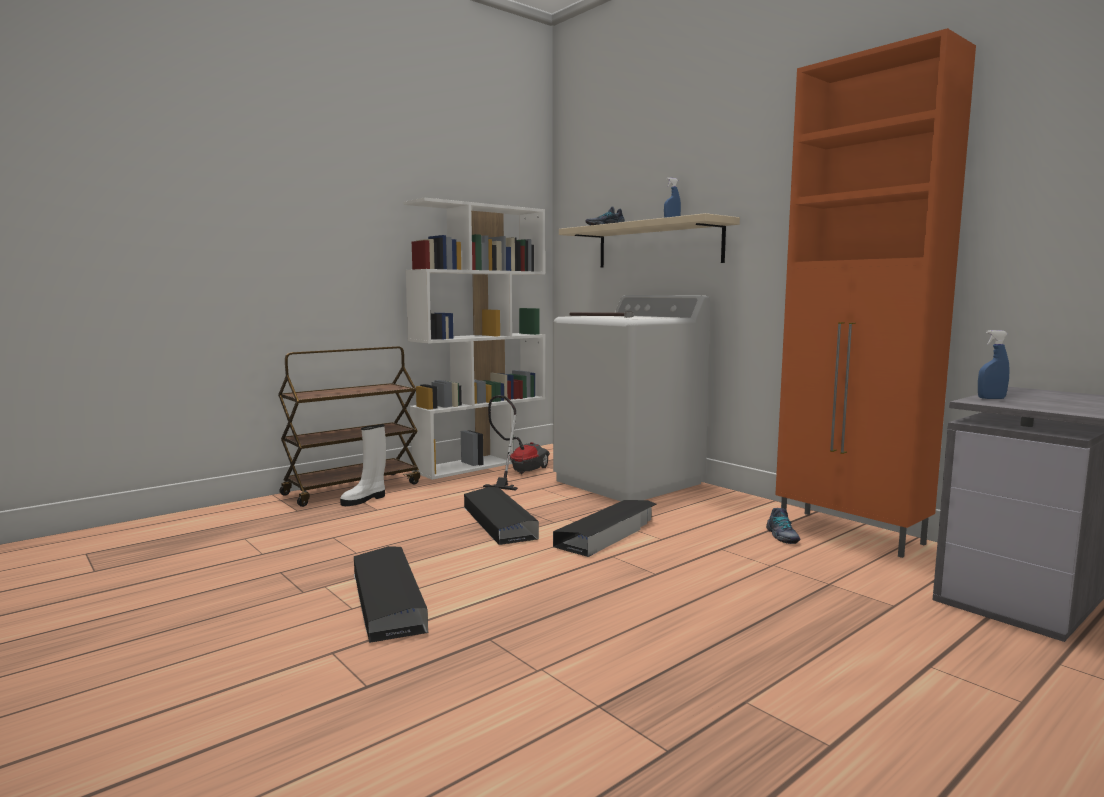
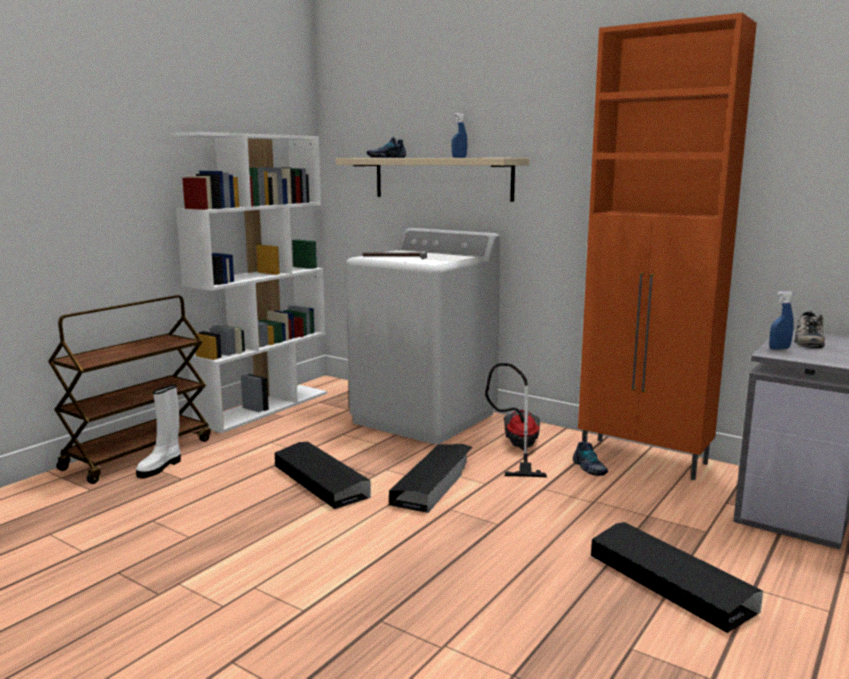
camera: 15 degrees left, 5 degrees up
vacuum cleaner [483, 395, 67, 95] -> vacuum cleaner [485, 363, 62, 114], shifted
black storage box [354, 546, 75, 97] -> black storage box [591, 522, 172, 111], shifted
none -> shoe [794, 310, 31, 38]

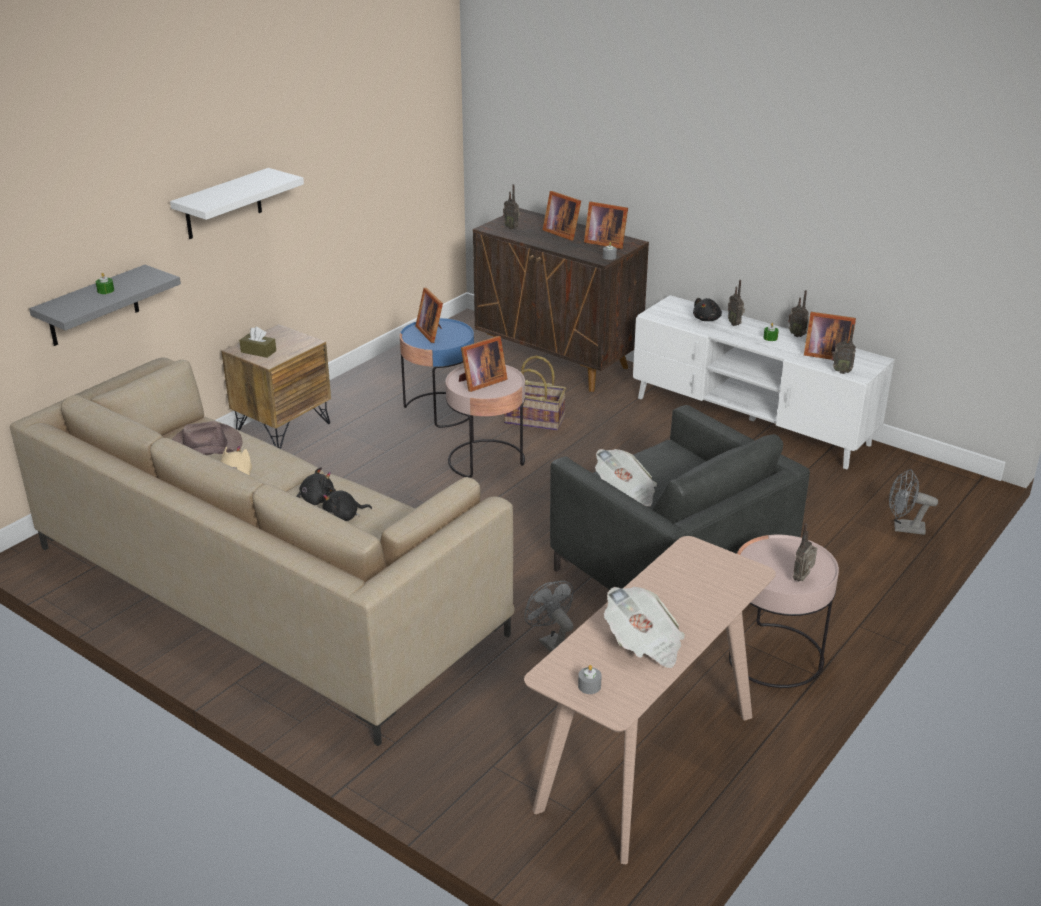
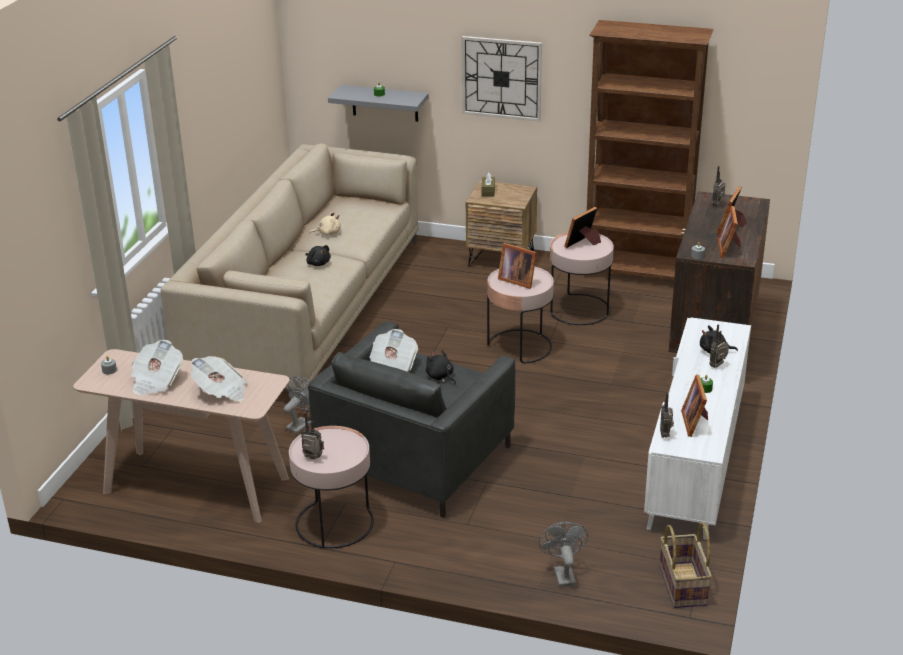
camera: 70 degrees right, 0 degrees up
white shelf [170, 168, 134, 71] -> wall clock [461, 36, 81, 86]
radio [788, 290, 21, 47] -> none
blue side table [400, 318, 74, 110] -> pink side table [550, 232, 64, 93]
basket [504, 355, 62, 76] -> basket [659, 522, 53, 86], shifted
brown hat [172, 421, 70, 34] -> none
black plush toy [323, 486, 49, 35] -> black plush toy [426, 350, 30, 34], shifted
none -> brown bookcase [584, 20, 130, 260]
none -> newspaper [191, 356, 56, 46]

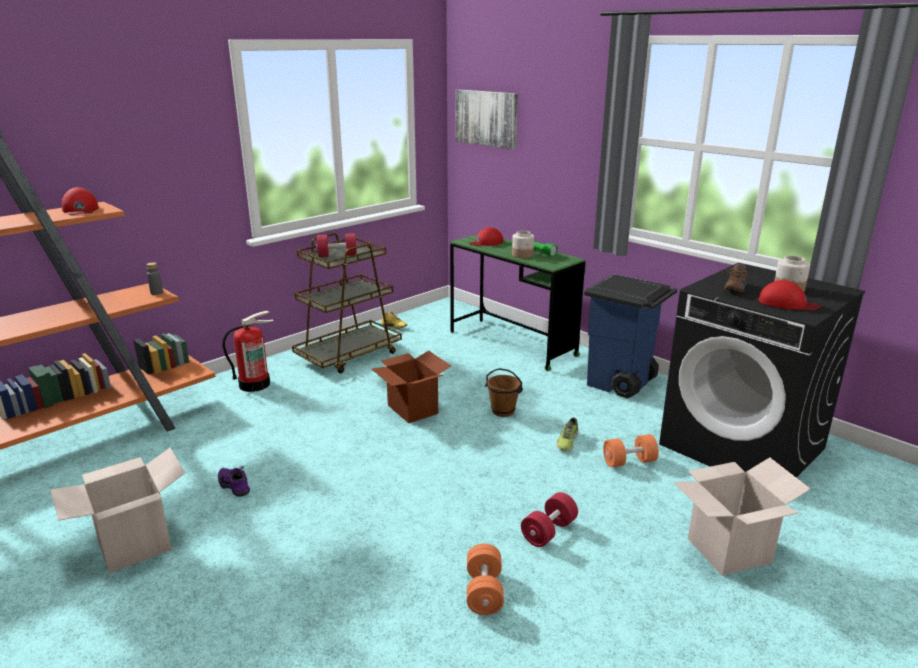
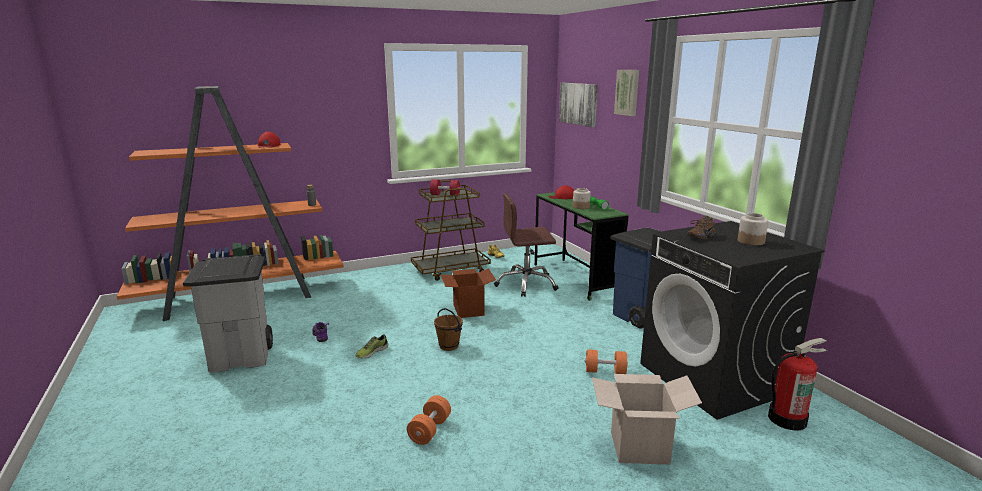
camera: 20 degrees right, 5 degrees down
red cap [759, 280, 61, 30] -> none
fire extinguisher [222, 311, 52, 81] -> fire extinguisher [768, 338, 59, 92], shifted
brown bucket [485, 368, 38, 49] -> brown bucket [434, 308, 29, 43], shifted
shoe [556, 418, 22, 33] -> shoe [356, 335, 32, 23], shifted
cardboard box [50, 447, 135, 127] -> grey trash can [183, 254, 90, 118]
red dumbbell [521, 492, 57, 55] -> none
none -> picture [614, 70, 25, 46]
none -> brown office chair [494, 193, 65, 104]

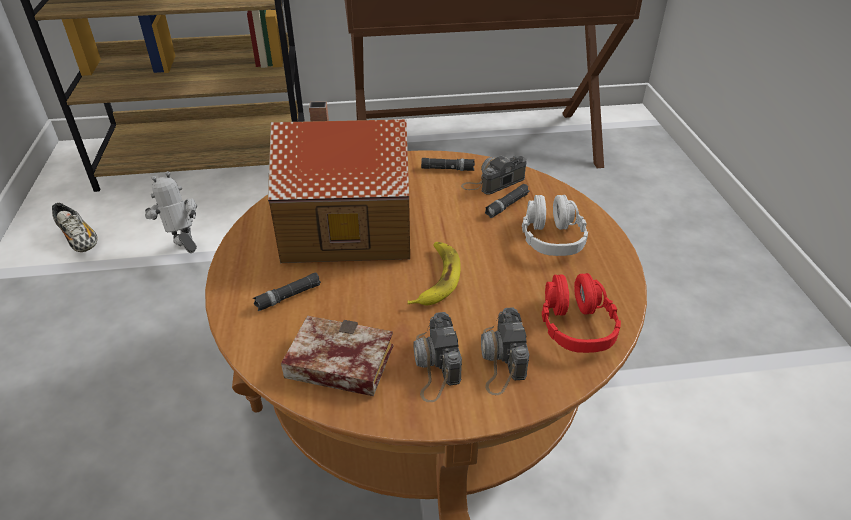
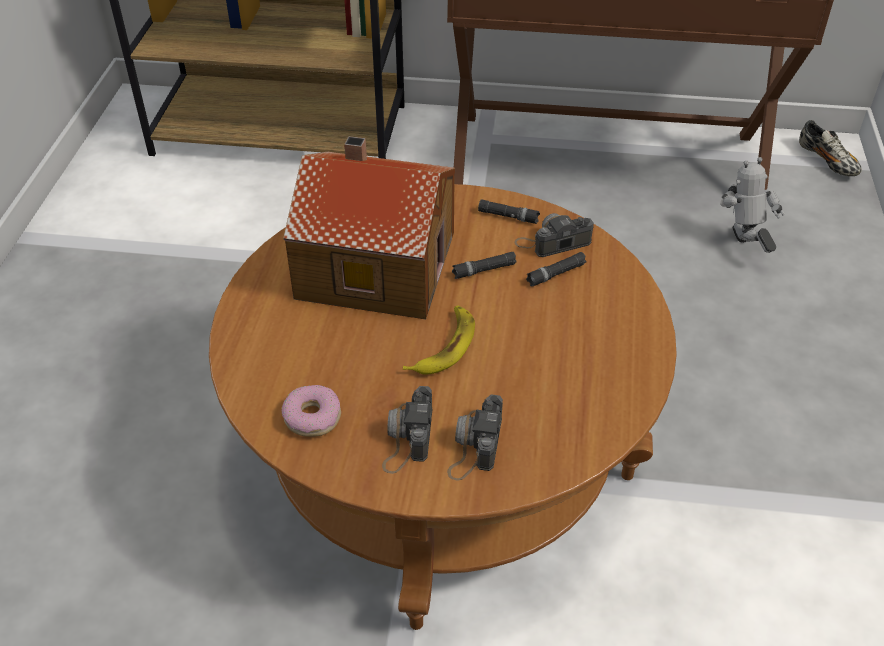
camera: 15 degrees right, 5 degrees up
toy robot [145, 171, 52, 82] -> toy robot [720, 157, 64, 96], shifted
grey headphones [522, 195, 66, 61] -> none
shoe [52, 203, 46, 49] -> shoe [799, 120, 63, 56], shifted
black flashlight [253, 272, 68, 39] -> black flashlight [452, 252, 65, 27], shifted
red headphones [542, 273, 79, 80] -> none
book [281, 316, 112, 80] -> donut [282, 385, 59, 52]

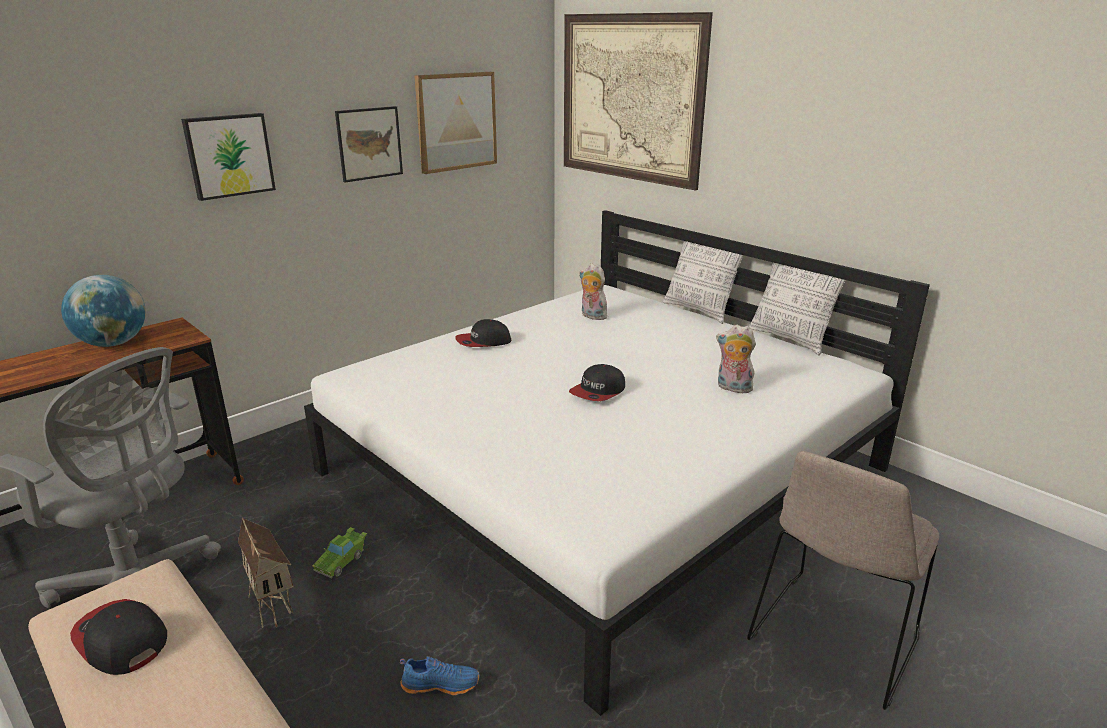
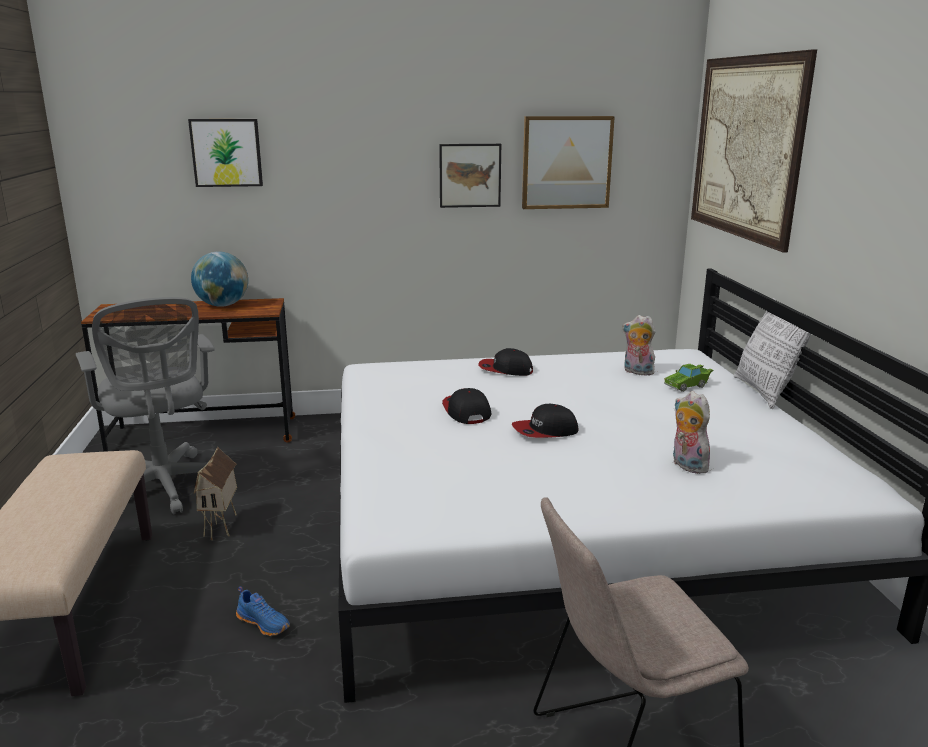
camera: 35 degrees right, 5 degrees down
picture [181, 113, 95, 88] -> picture [188, 119, 75, 68], shifted
pillow [749, 250, 97, 106] -> none
plush toy [579, 263, 31, 57] -> plush toy [622, 315, 34, 61], 45 degrees counterclockwise
green toy car [312, 527, 55, 51] -> green toy car [664, 364, 49, 28], shifted
cap [70, 599, 97, 76] -> cap [442, 388, 49, 36], shifted

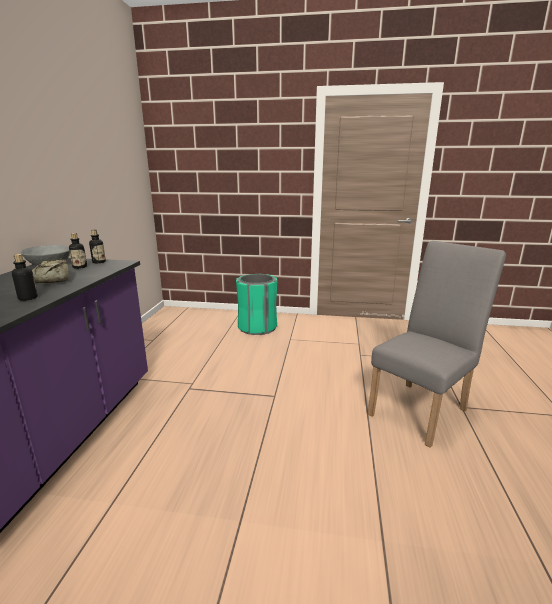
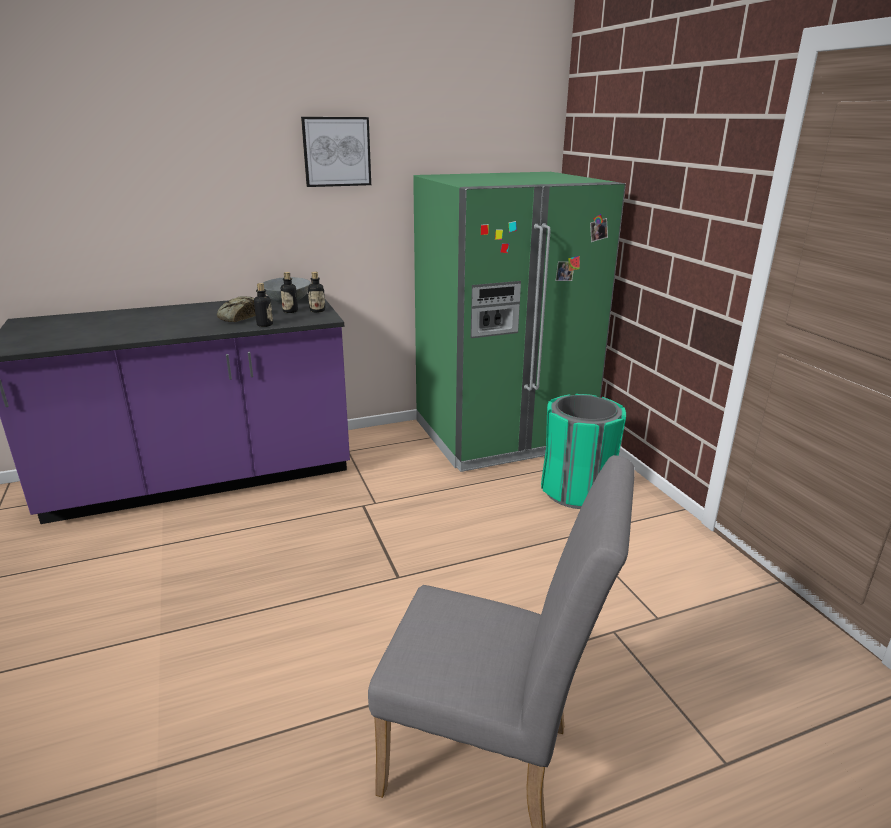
camera: 60 degrees right, 5 degrees up
bottle [12, 254, 26, 47] -> bottle [254, 283, 19, 44], shifted
none -> picture [301, 117, 70, 70]
none -> green fridge [413, 172, 213, 300]

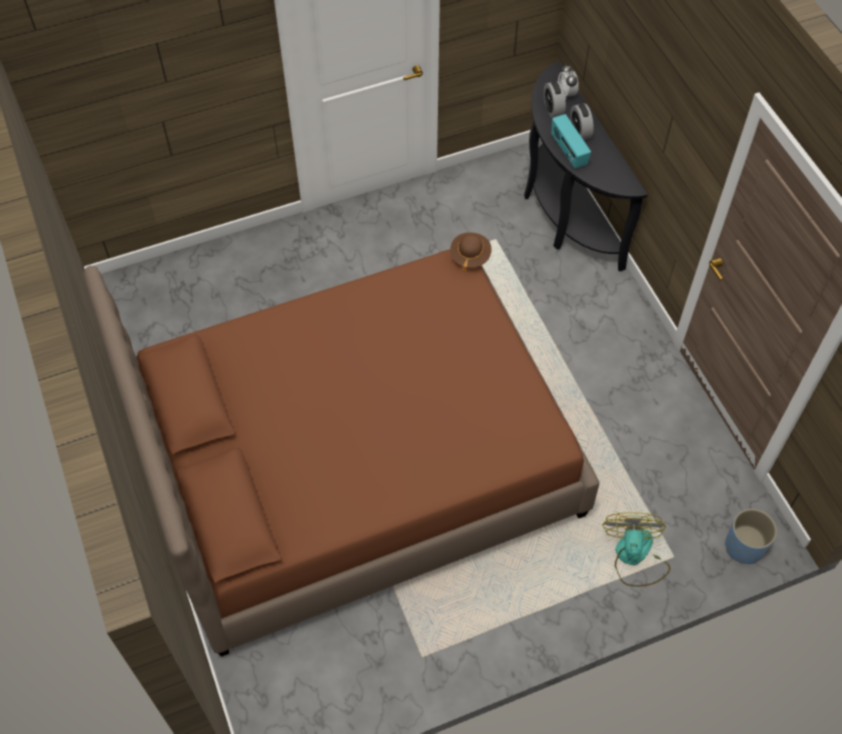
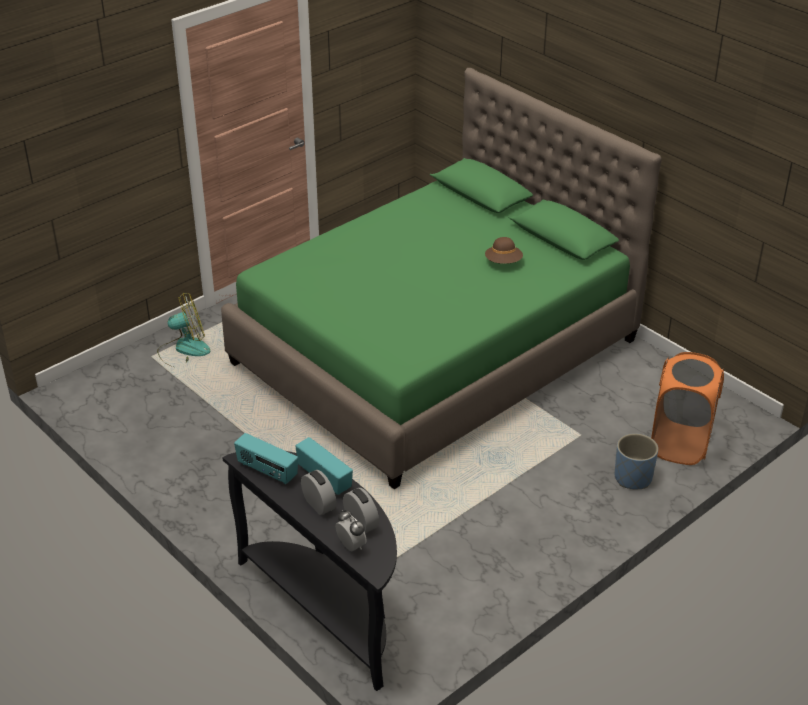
camera: 160 degrees right, 20 degrees down
brown hat [450, 232, 42, 40] -> brown hat [485, 237, 38, 27], shifted
brown bed [84, 249, 515, 408] -> green bed [221, 68, 440, 421]
blue planter [725, 509, 52, 55] -> blue planter [615, 433, 43, 56], shifted
fan [602, 512, 68, 75] -> fan [157, 293, 53, 74], 90 degrees counterclockwise
none -> orange laundry basket [651, 352, 73, 113]
none -> radio [234, 433, 64, 52]

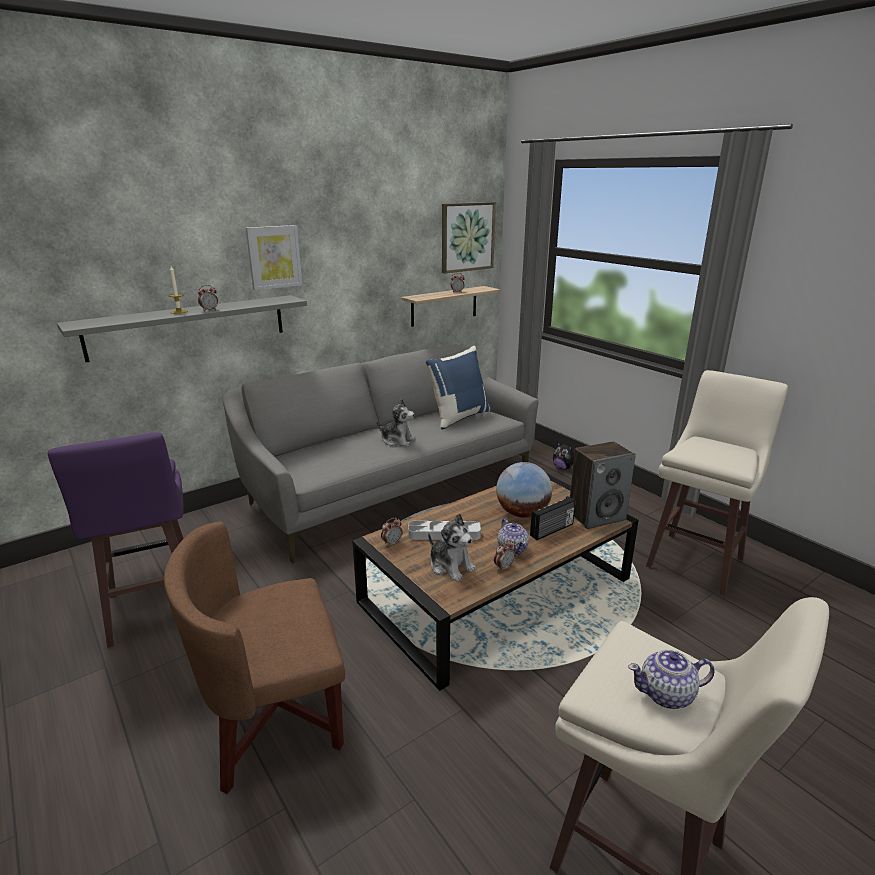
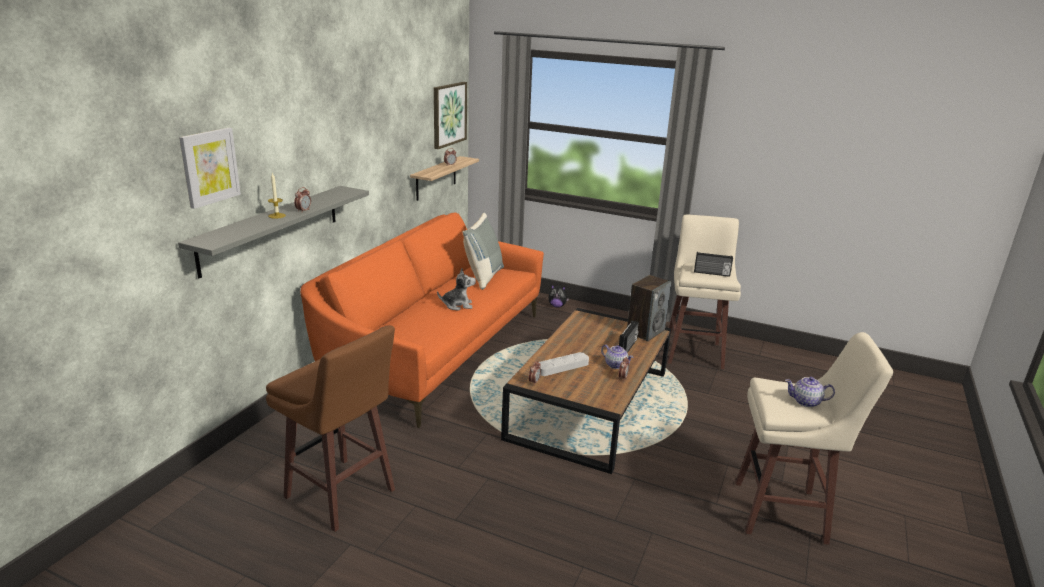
camera: 30 degrees left, 0 degrees up
picture [246, 225, 56, 65] -> picture [179, 128, 62, 81], shifted
grey sofa [223, 344, 315, 220] -> orange sofa [300, 212, 244, 216]
blue pillow [425, 346, 67, 84] -> grey pillow [462, 213, 42, 77]
purple stool [48, 433, 136, 215] -> brown stool [266, 325, 129, 207]
globe [496, 462, 56, 56] -> none
plush toy [428, 514, 48, 67] -> none
brown armchair [164, 522, 181, 272] -> none
teapot [628, 649, 87, 60] -> teapot [785, 377, 50, 30], 45 degrees clockwise
none -> radio [694, 252, 39, 25]

